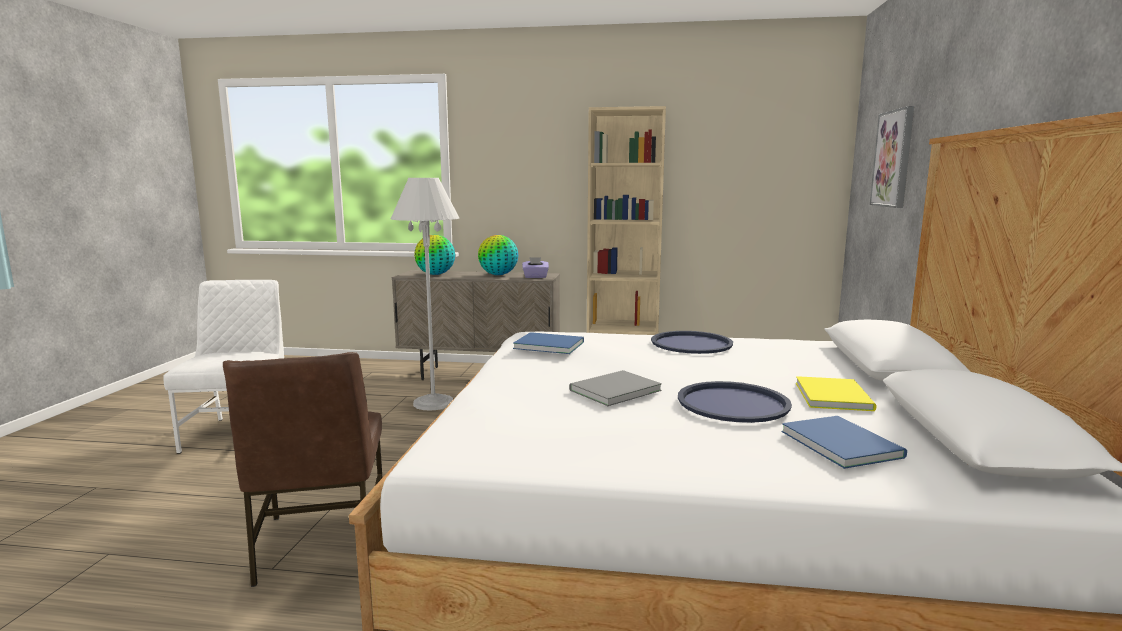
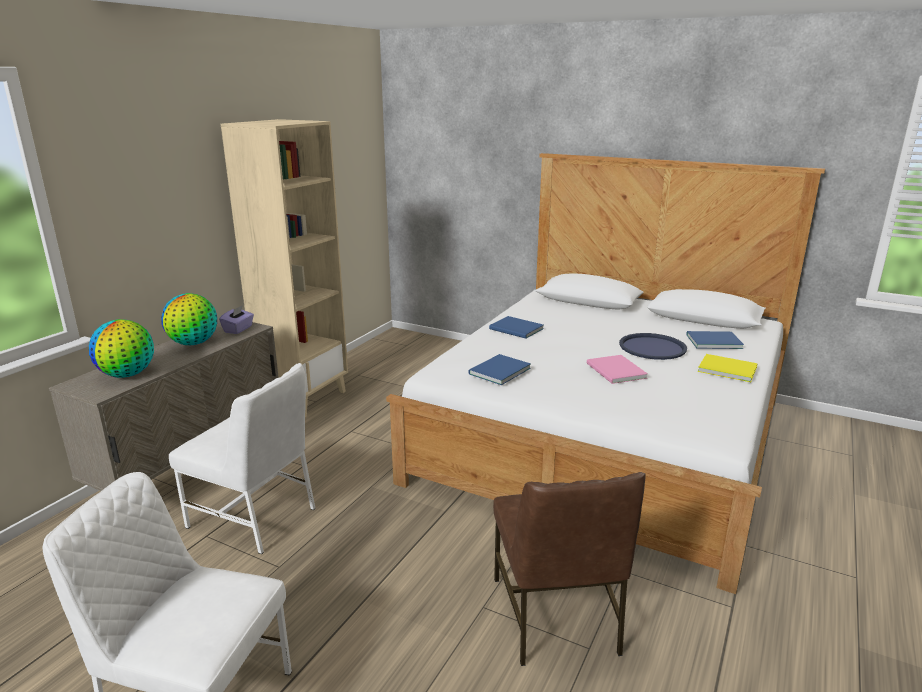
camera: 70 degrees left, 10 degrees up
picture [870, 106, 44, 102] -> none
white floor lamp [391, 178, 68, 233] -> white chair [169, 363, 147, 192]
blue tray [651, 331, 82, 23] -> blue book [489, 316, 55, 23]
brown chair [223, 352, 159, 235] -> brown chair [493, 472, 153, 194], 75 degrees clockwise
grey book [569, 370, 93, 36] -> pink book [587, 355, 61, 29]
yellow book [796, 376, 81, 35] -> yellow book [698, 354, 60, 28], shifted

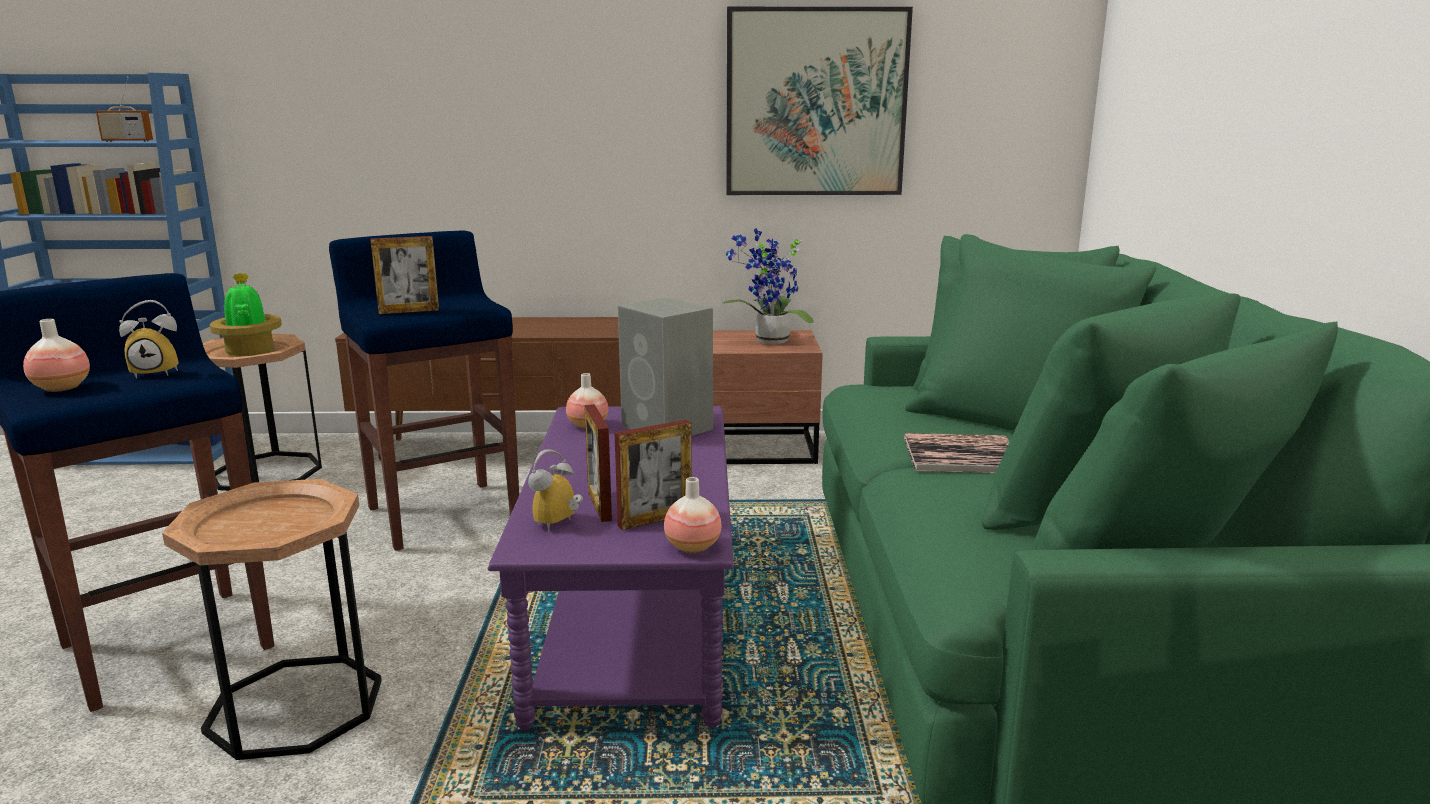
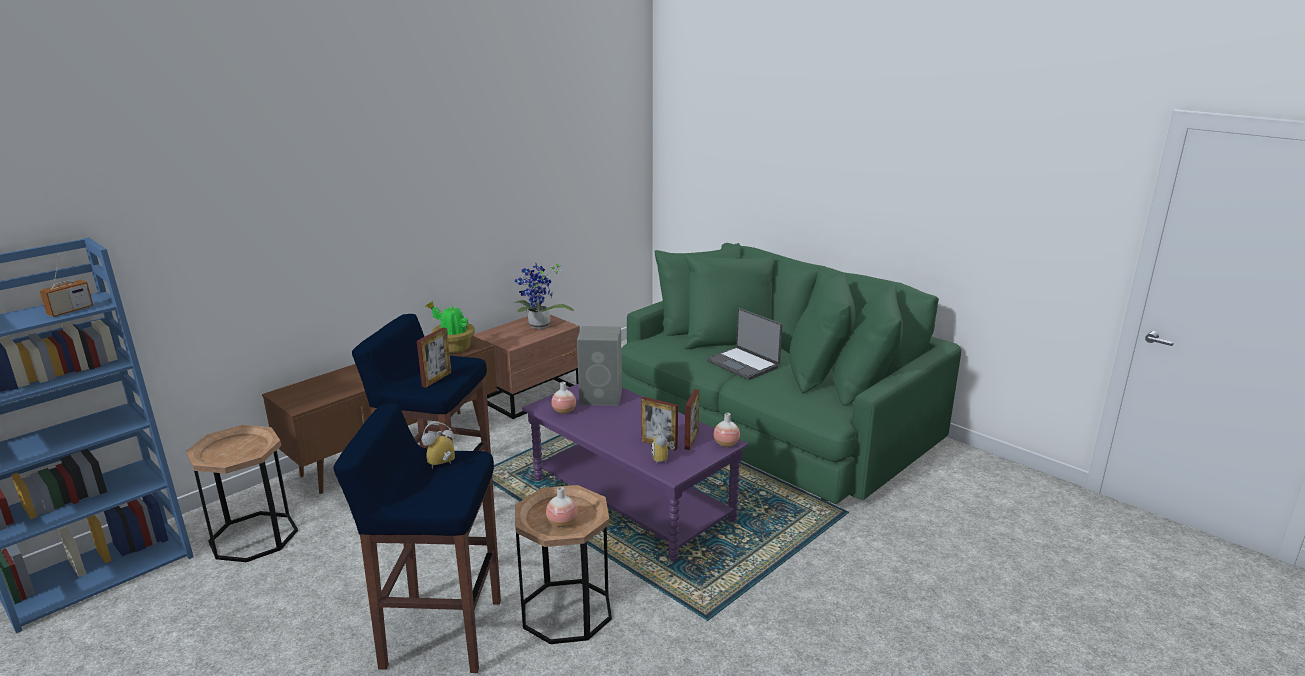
camera: 45 degrees left, 5 degrees up
picture [726, 7, 187, 188] -> none
potted plant [210, 273, 72, 83] -> potted plant [425, 301, 50, 52], shifted
alarm clock [119, 300, 60, 78] -> alarm clock [422, 422, 33, 47], 150 degrees counterclockwise
vase [23, 319, 67, 73] -> vase [546, 487, 32, 40], shifted
book [904, 433, 106, 40] -> laptop [707, 308, 76, 72]

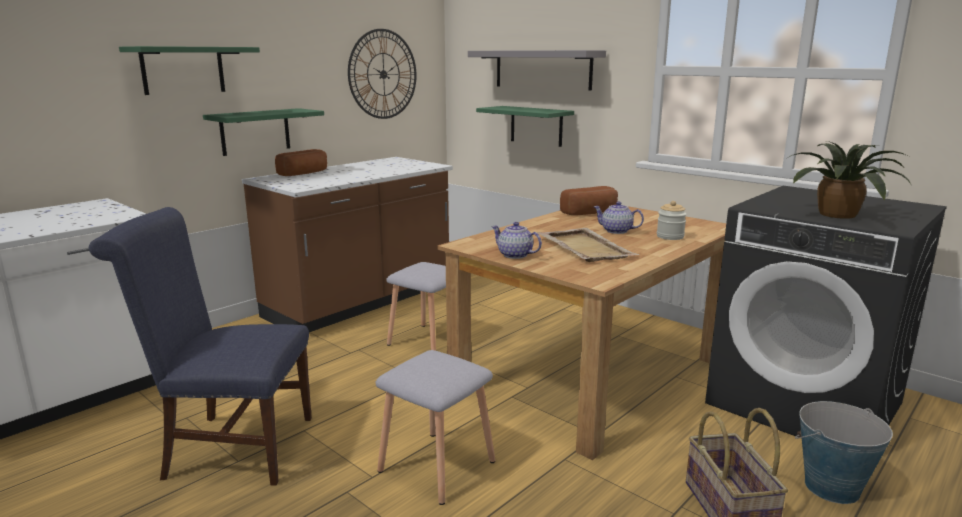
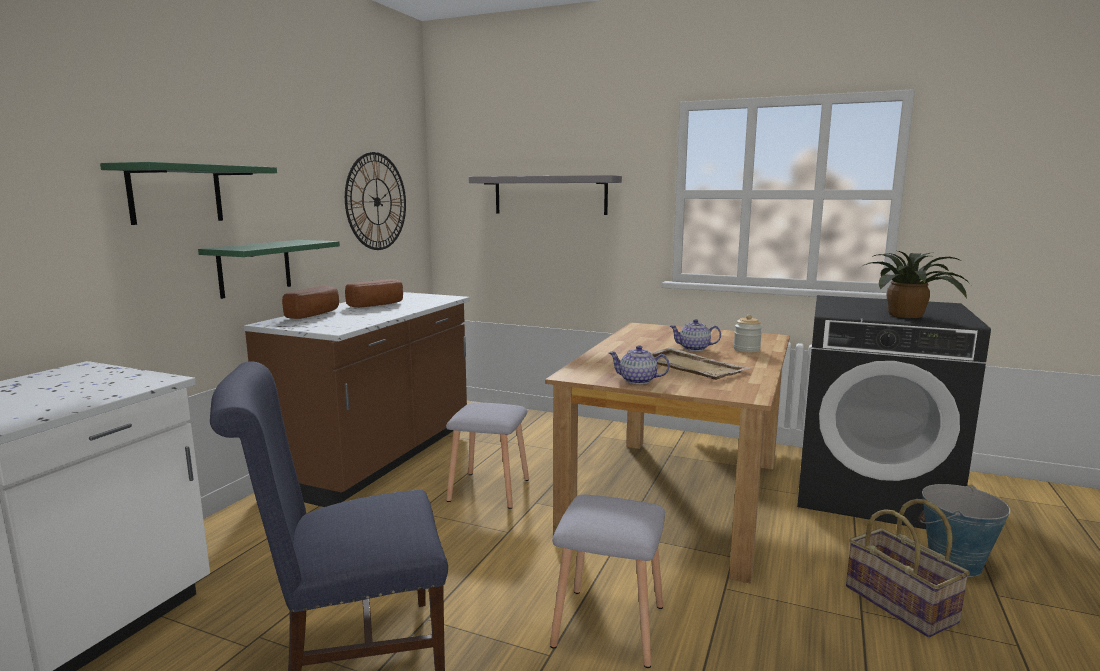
camera: 20 degrees left, 5 degrees down
green shelf [476, 106, 98, 41] -> none
bread [560, 186, 58, 29] -> bread [345, 279, 58, 29], shifted

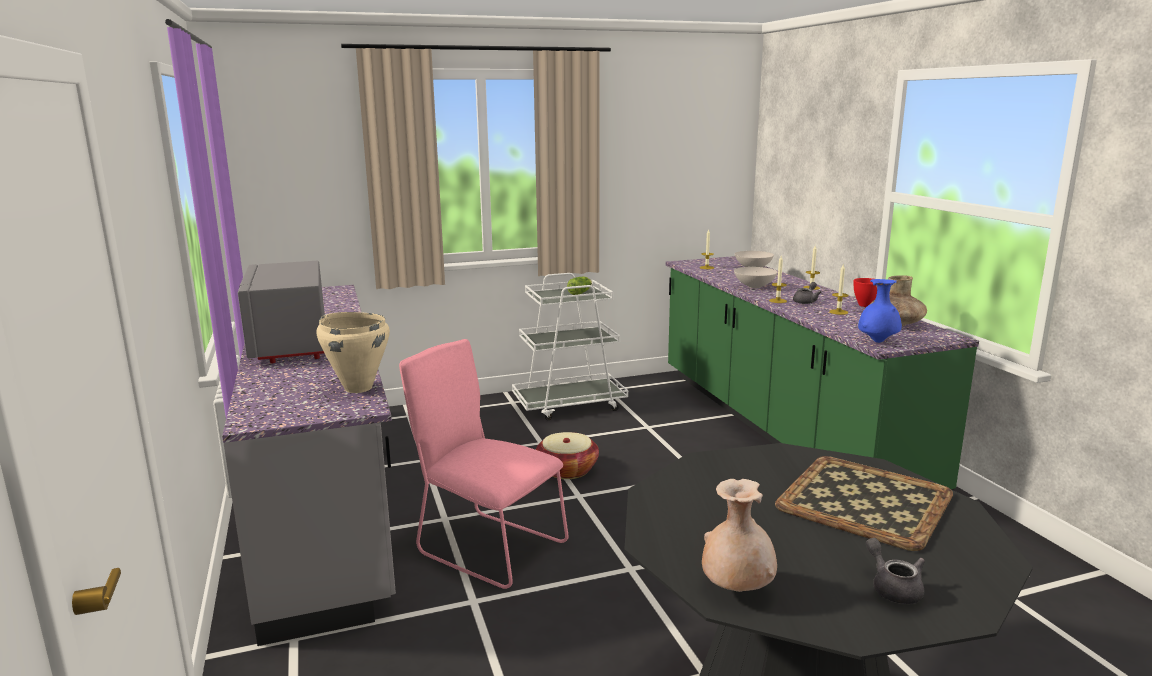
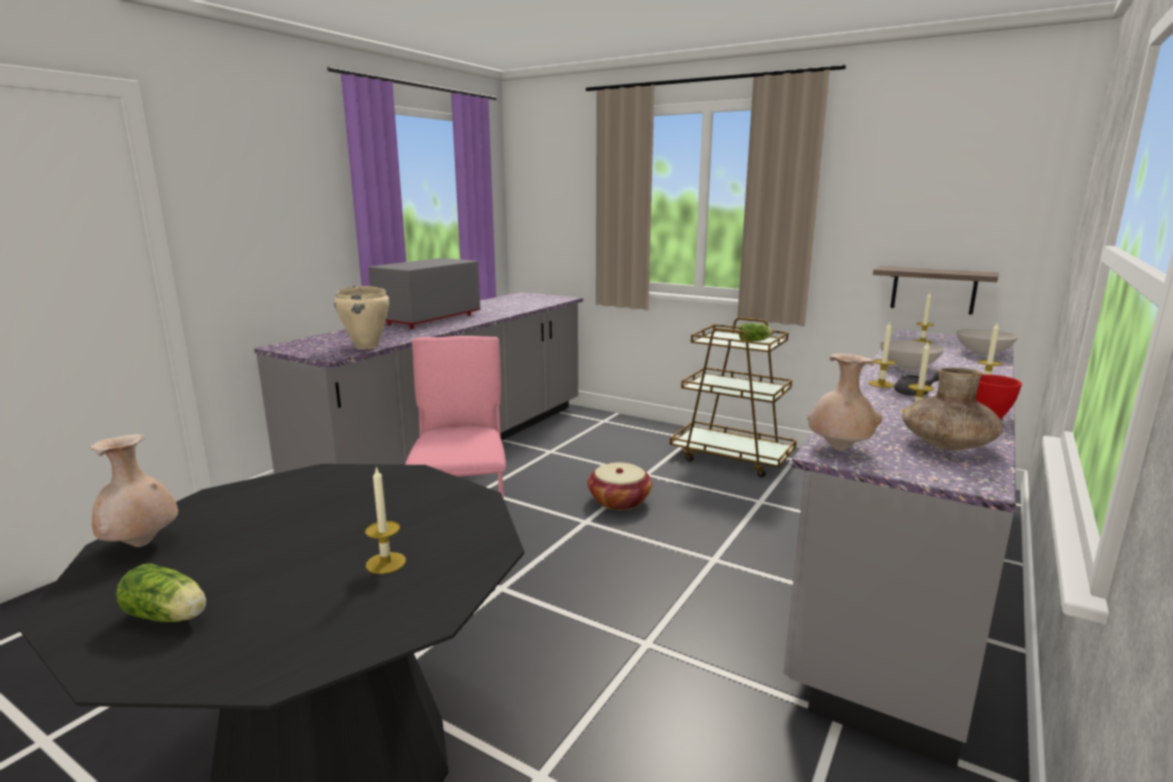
camera: 50 degrees right, 0 degrees up
green counter [665, 256, 314, 234] -> grey counter [784, 329, 232, 439]
white cart [512, 273, 116, 147] -> brown cart [670, 317, 127, 161]
blue vase [858, 279, 44, 64] -> beige vase [807, 353, 75, 98]
tray [775, 456, 178, 95] -> candle [365, 466, 41, 108]
grey teapot [866, 538, 59, 66] -> lettuce [116, 563, 90, 59]
none -> shelf [873, 266, 126, 49]

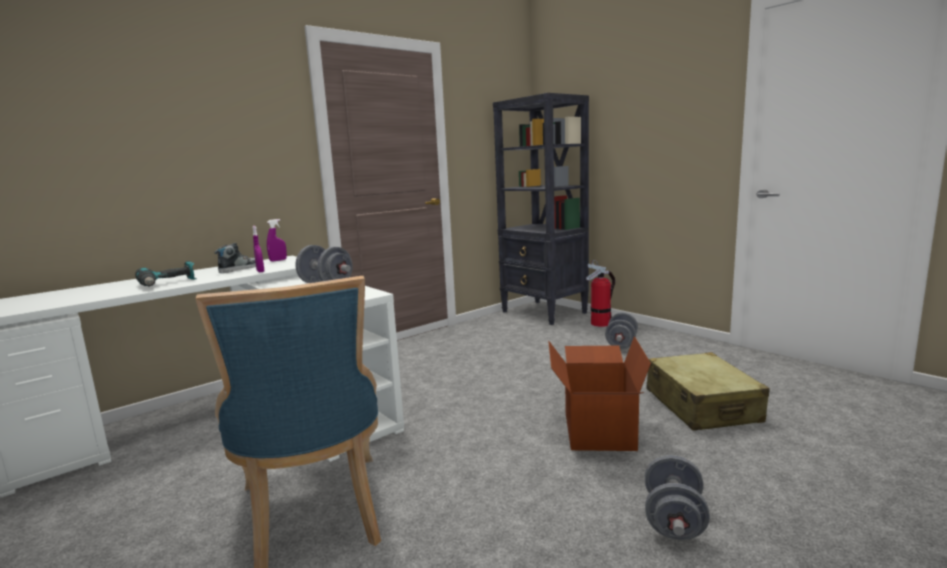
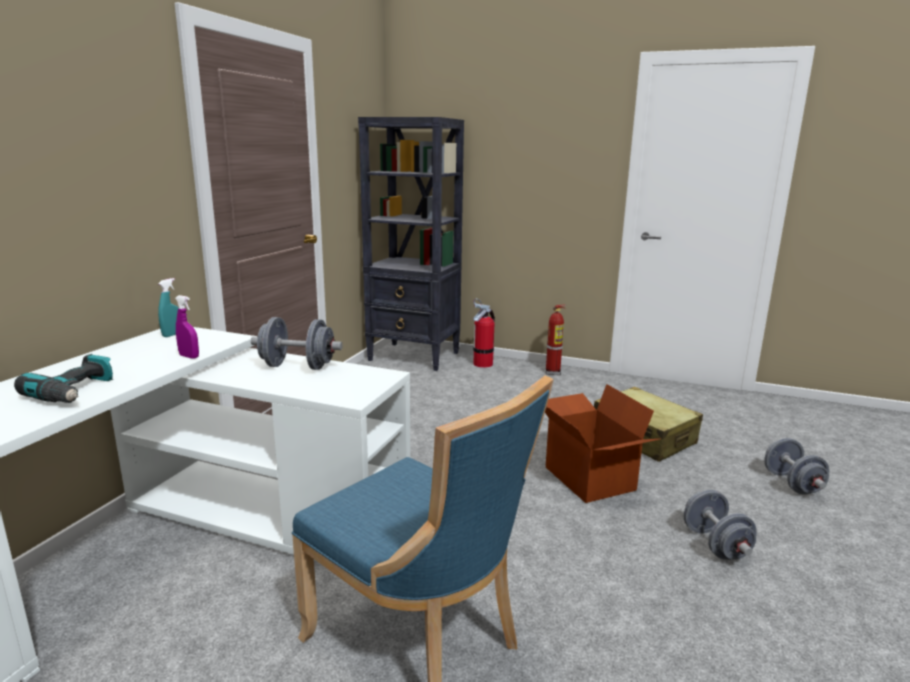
camera: 30 degrees left, 5 degrees up
purple spray bottle [267, 219, 20, 43] -> turquoise spray bottle [158, 278, 21, 59]
shoe [215, 243, 41, 30] -> none
grey dumbbell [605, 313, 33, 36] -> grey dumbbell [764, 438, 65, 57], shifted
none -> fire extinguisher [545, 305, 21, 70]

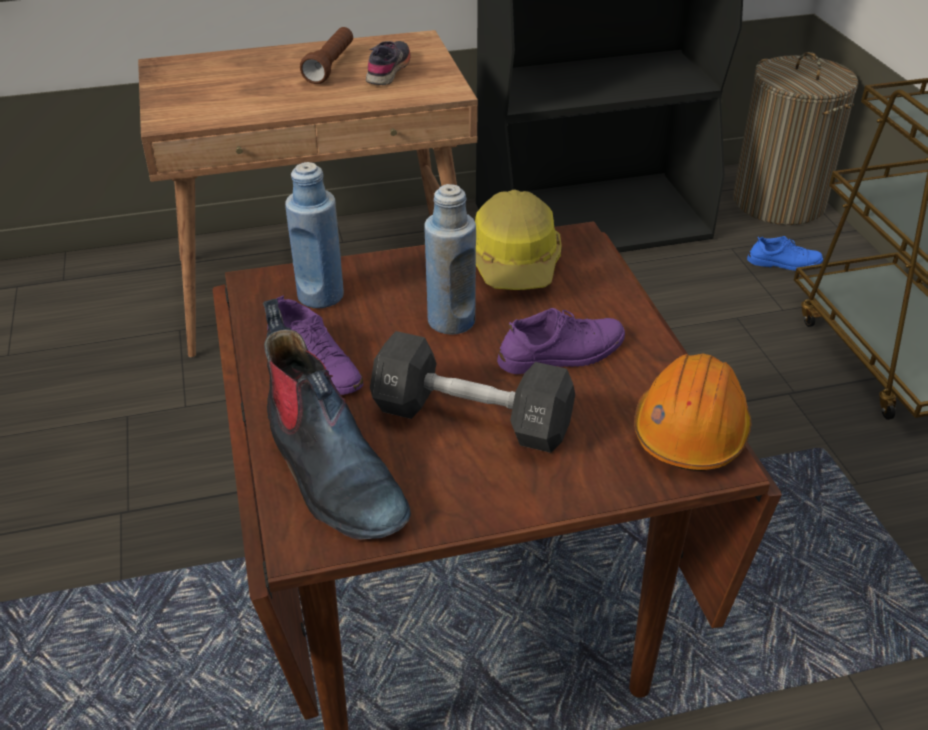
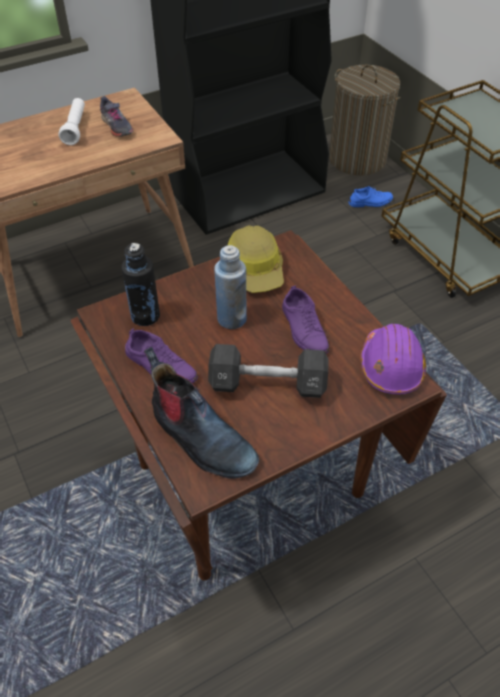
camera: 15 degrees left, 10 degrees up
brown flashlight [300, 27, 53, 57] -> white flashlight [58, 98, 27, 47]
grey shoe [366, 41, 45, 44] -> grey shoe [100, 96, 33, 41], 150 degrees clockwise
blue bottle [285, 162, 59, 146] -> black bottle [121, 243, 39, 83]
purple shoe [497, 308, 128, 66] -> purple shoe [282, 286, 48, 68], 105 degrees clockwise
orange hard hat [634, 353, 118, 118] -> purple hard hat [361, 324, 65, 70]

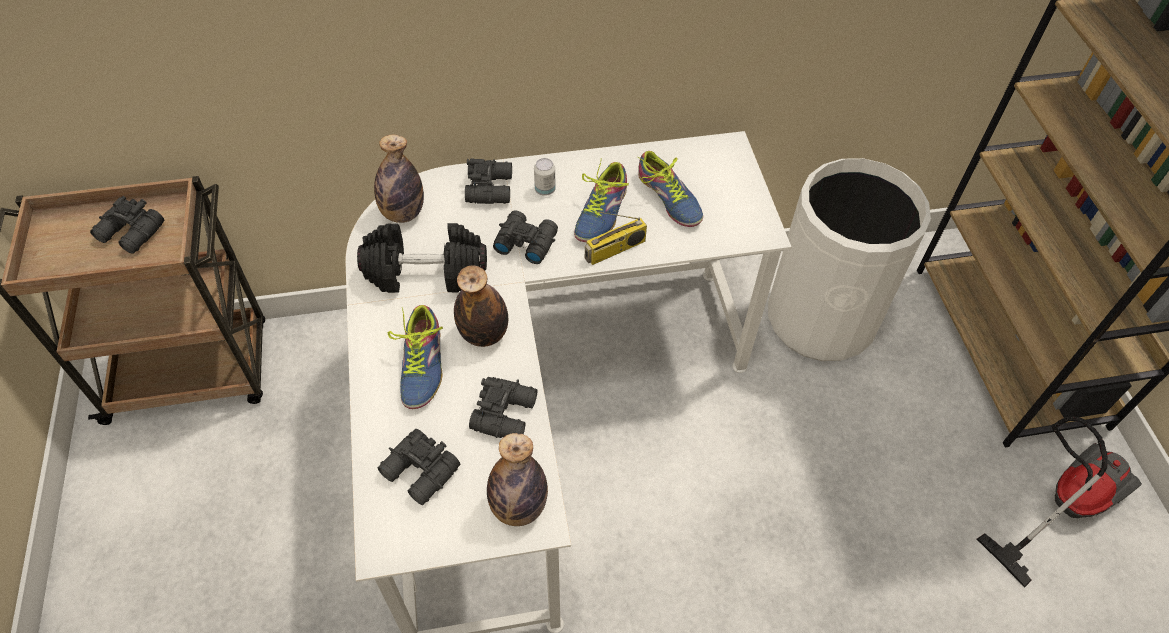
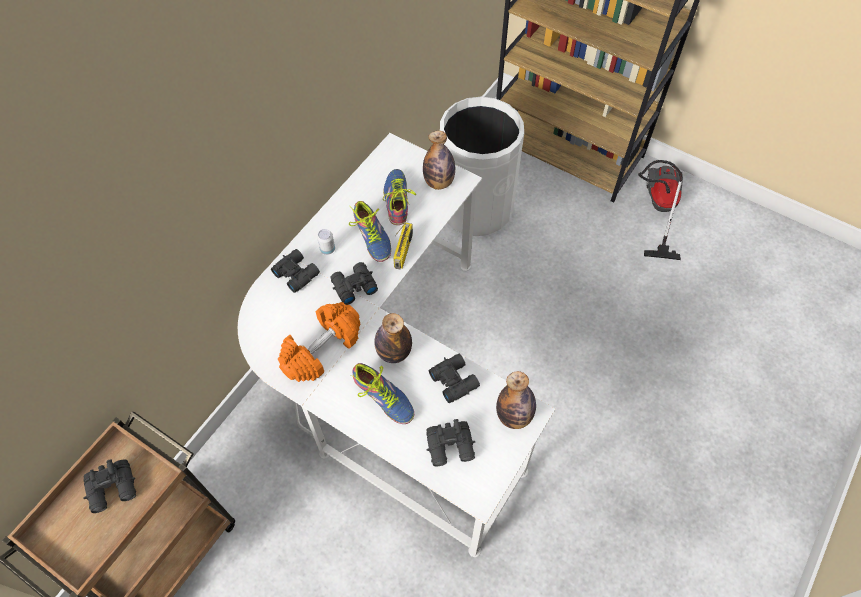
camera: 45 degrees left, 5 degrees up
bottle [374, 135, 50, 88] -> bottle [423, 131, 32, 59], shifted
shoe [638, 151, 65, 76] -> shoe [383, 169, 33, 56], 105 degrees counterclockwise
black dumbbell [357, 223, 130, 70] -> orange dumbbell [278, 302, 82, 80]

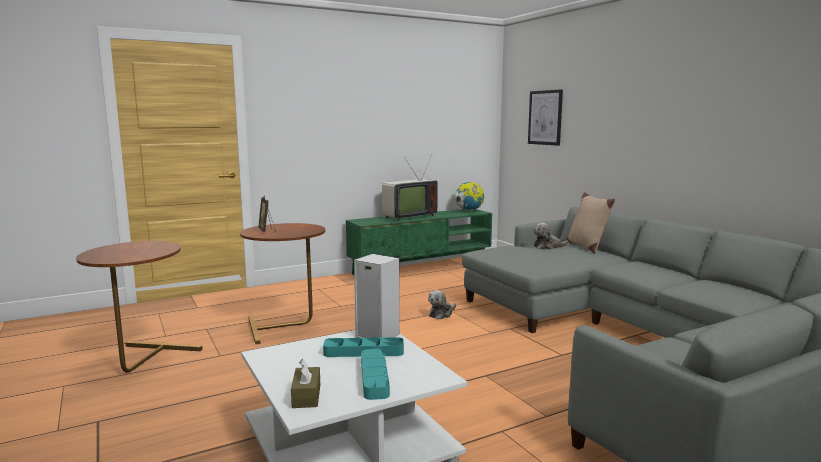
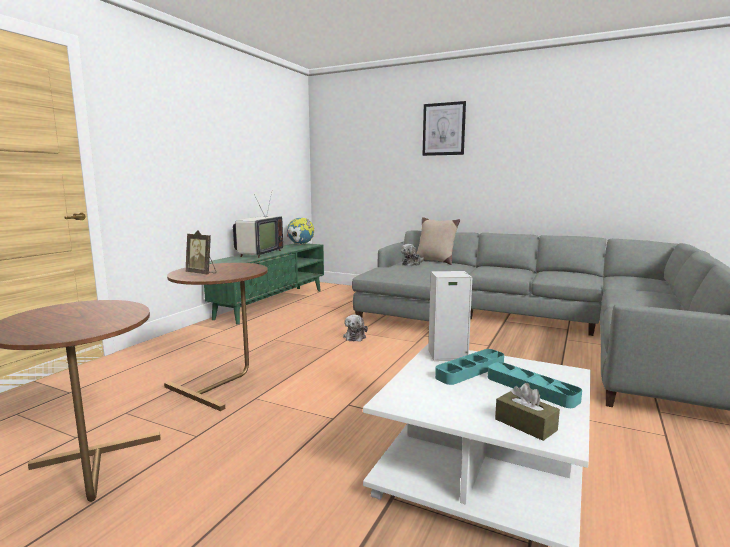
camera: 35 degrees left, 0 degrees up
picture [528, 89, 35, 57] -> picture [423, 101, 43, 55], shifted

